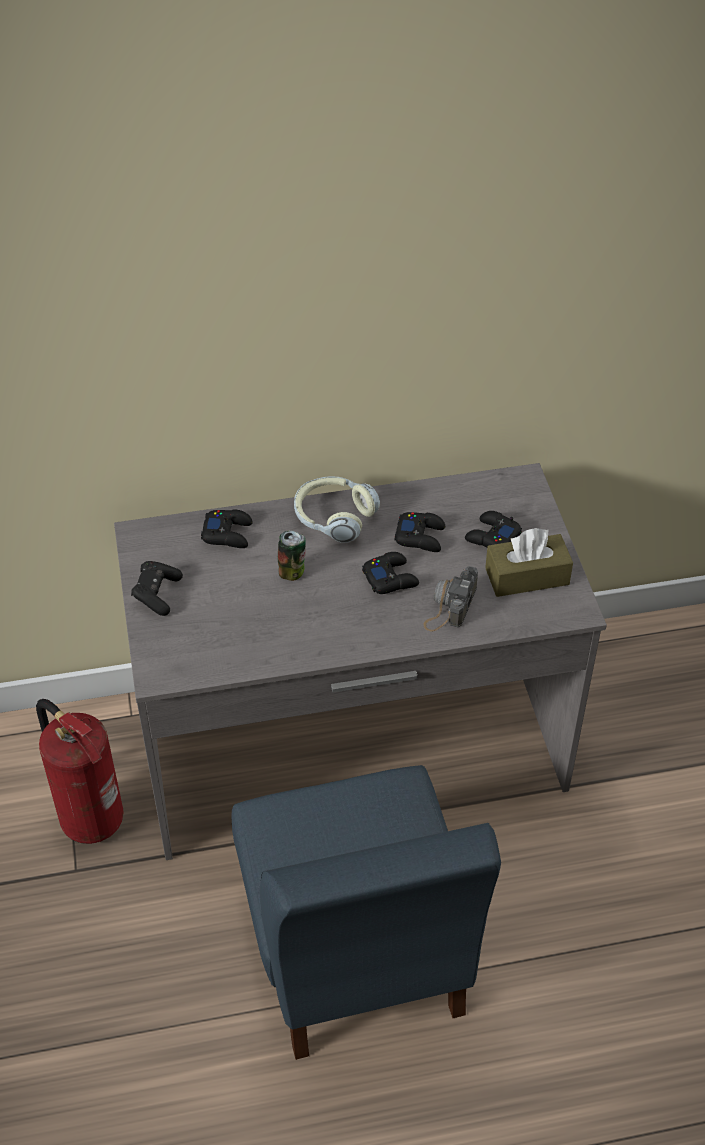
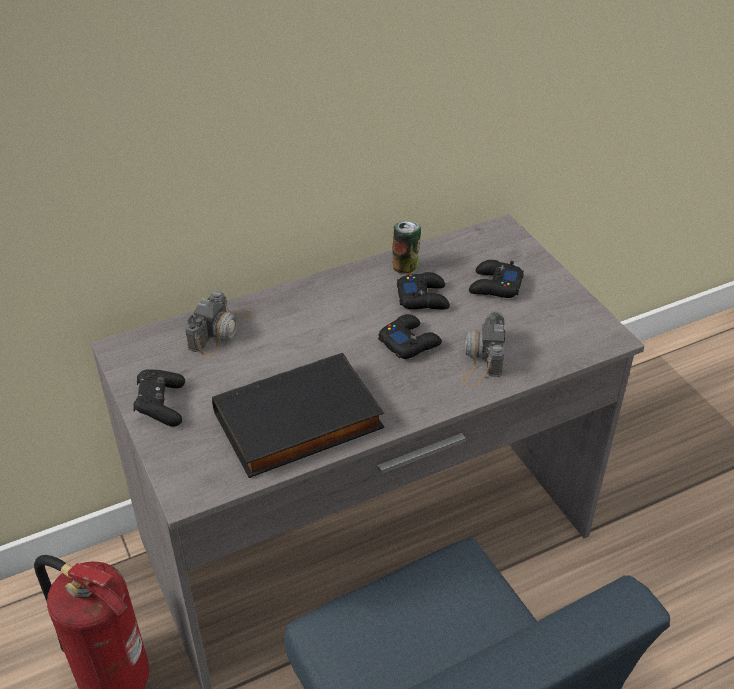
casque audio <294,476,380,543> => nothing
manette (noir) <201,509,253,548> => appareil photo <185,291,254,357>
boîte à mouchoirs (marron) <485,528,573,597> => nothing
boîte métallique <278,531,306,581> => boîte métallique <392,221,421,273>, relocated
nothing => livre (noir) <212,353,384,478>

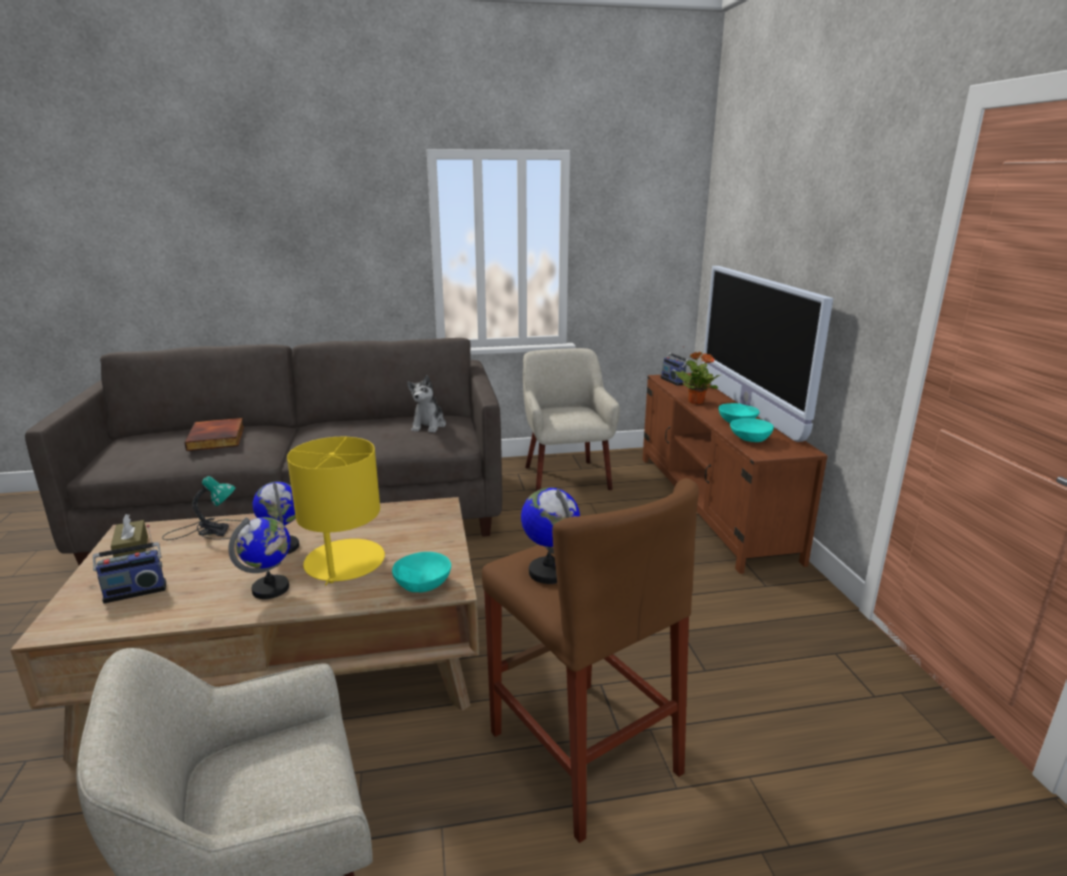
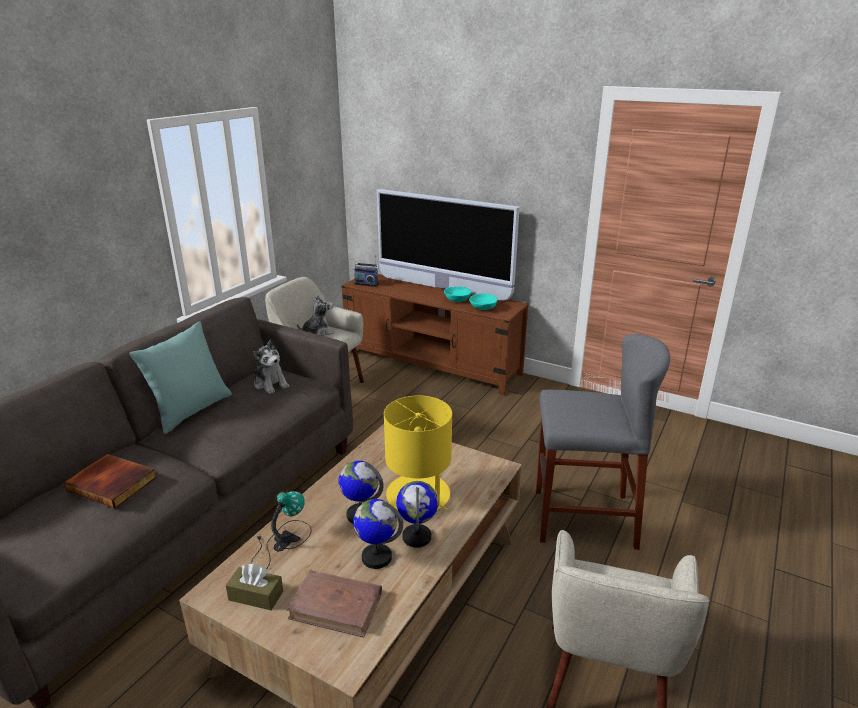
plante en pot <675,351,720,404> => nothing
tabouret (marron) <482,478,699,843> => tabouret (gris) <536,334,670,550>
globe <521,487,580,584> => globe <353,499,403,569>, relocated
radio <93,525,166,604> => livre (marron) <287,570,382,638>
bol (turquoise) <392,552,451,593> => nothing
nothing => peluche <297,294,335,336>
nothing => coussin (turquoise) <129,321,232,434>

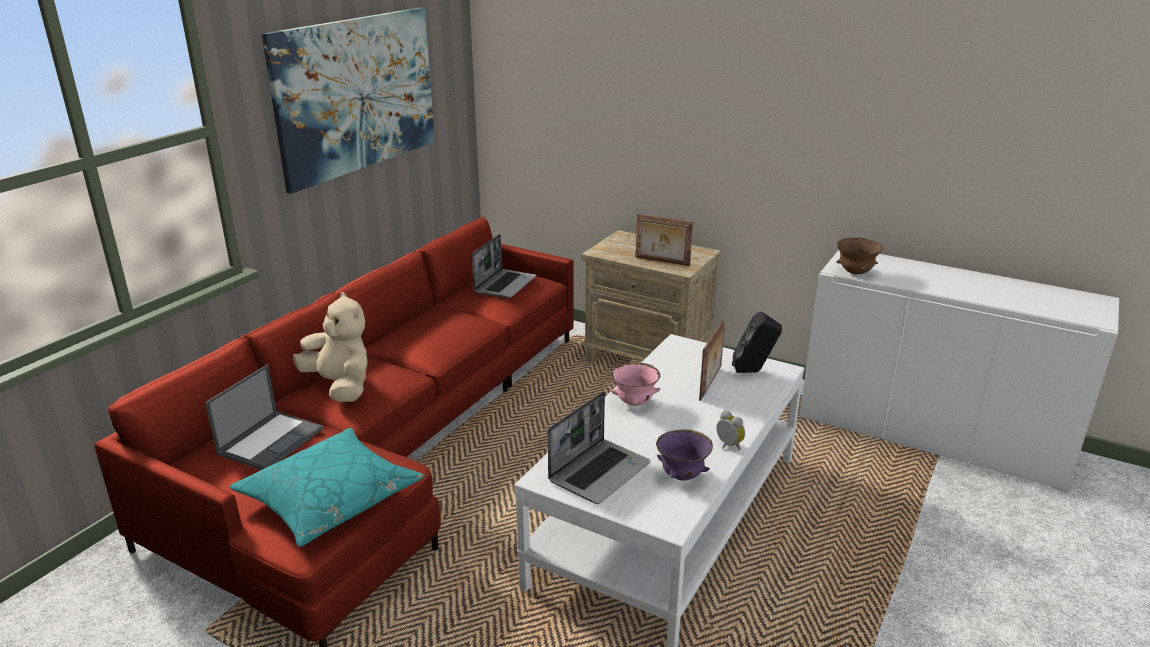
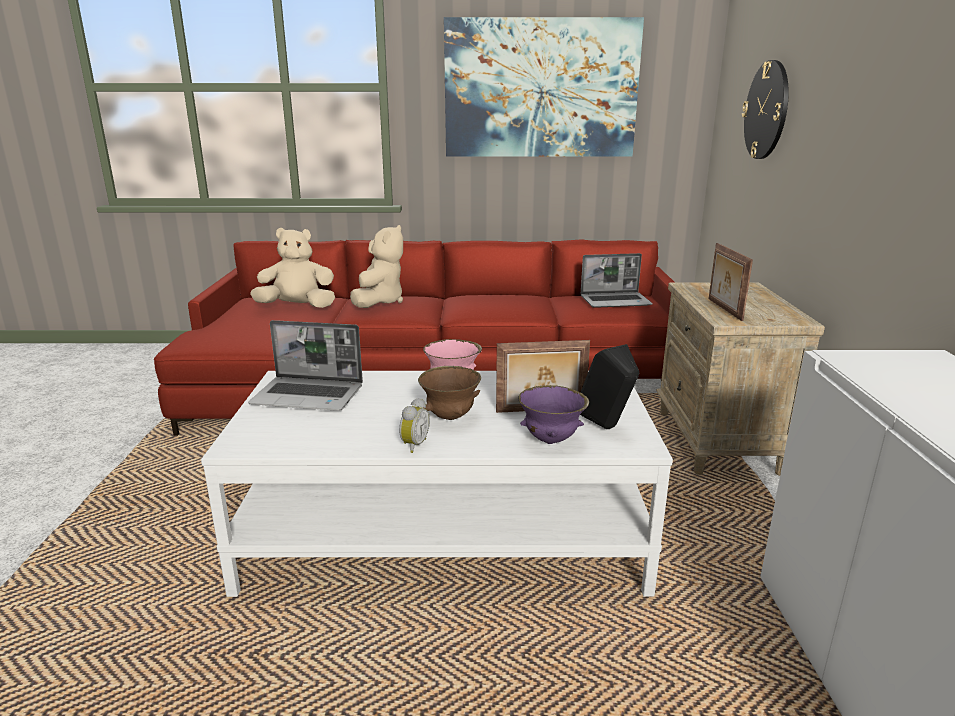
bol (marron) <836,237,883,274> => bol (marron) <418,366,481,420>, relocated
ordinateur portable <205,364,323,470> => peluche (beige) <250,228,335,308>
coussin (turquoise) <229,428,425,547> => nothing
bol (violet) <656,429,713,480> => bol (violet) <518,385,589,444>, relocated
nothing => horloge murale <742,60,789,159>

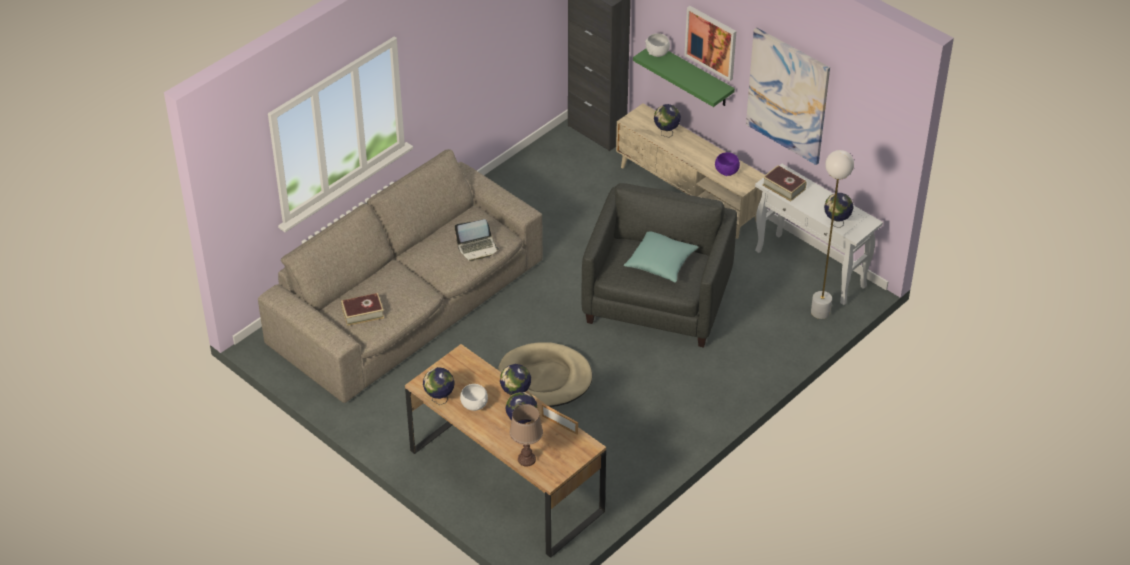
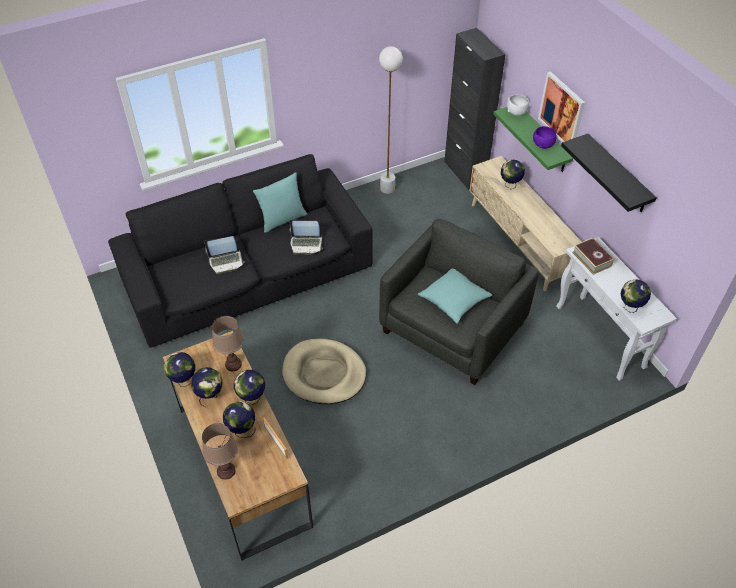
tableau <746,27,830,165> => étagère (noir) <561,134,657,212>
canapé (beige) <258,149,543,403> => canapé (noir) <108,154,373,348>
lampadaire (blanc) <811,150,854,319> => lampadaire (blanc) <379,46,403,194>, relocated
bol (violet) <715,152,740,176> => bol (violet) <533,126,557,149>, relocated
livre <341,293,384,326> => nothing
bol (blanc) <460,384,488,411> => globe <191,367,222,407>
nothing => coussin (turquoise) <253,172,307,233>
nothing => ordinateur portable <204,236,245,274>
nothing => lampe de table (marron) <212,316,244,371>

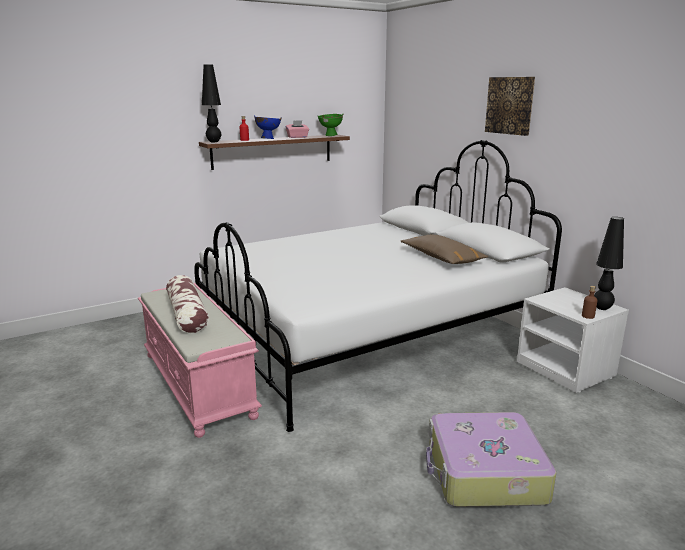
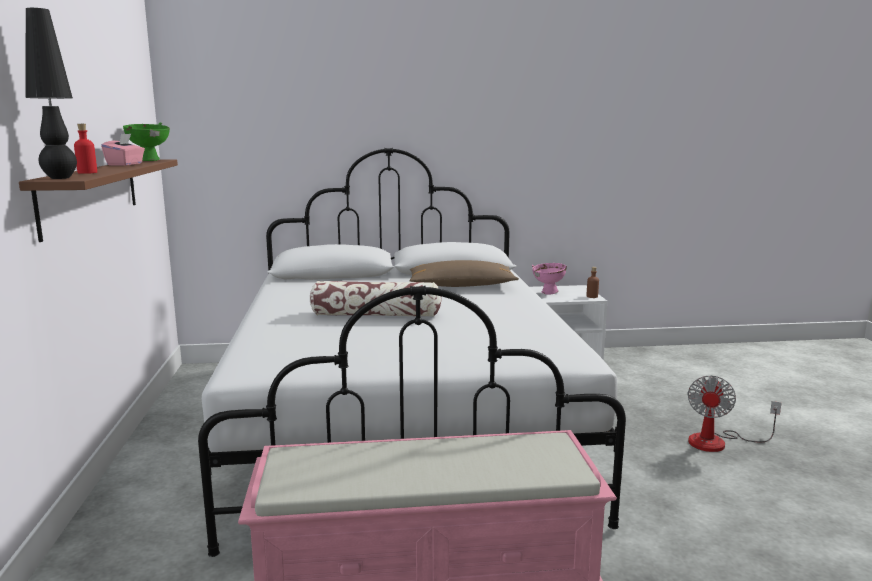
tableau <485,77,535,136> => nothing
bol (bleu) <254,115,282,139> => nothing
lampe de table (noir) <594,217,624,310> => nothing
coussin <166,275,209,333> => coussin <310,281,442,317>, relocated
valise <426,412,556,507> => ventilateur <687,375,782,452>
nothing => bol (rose) <532,263,567,295>

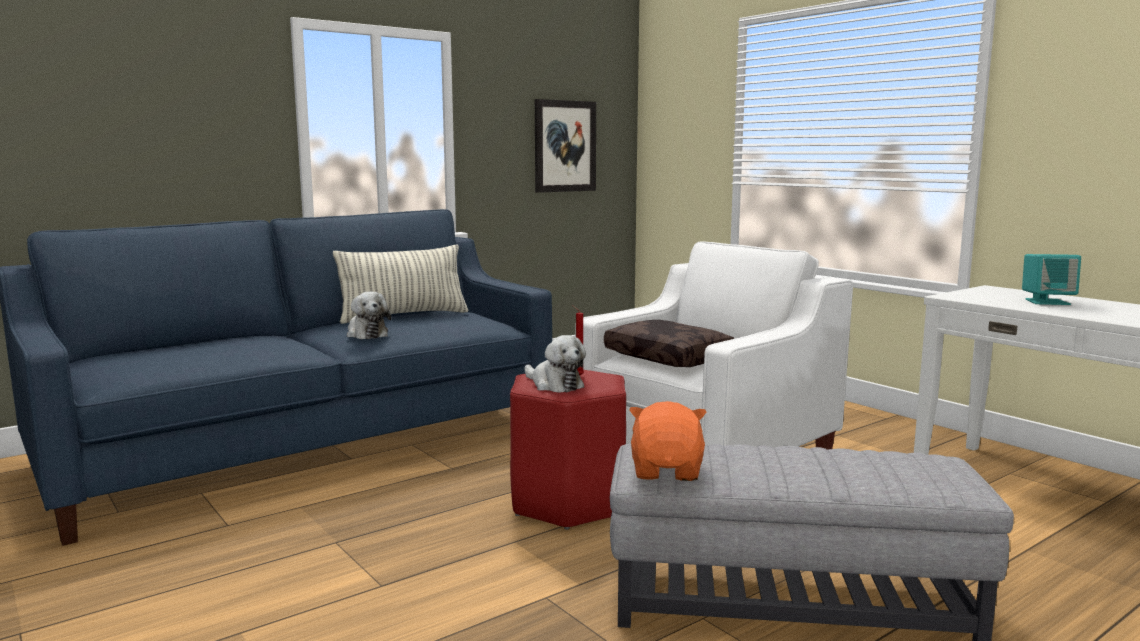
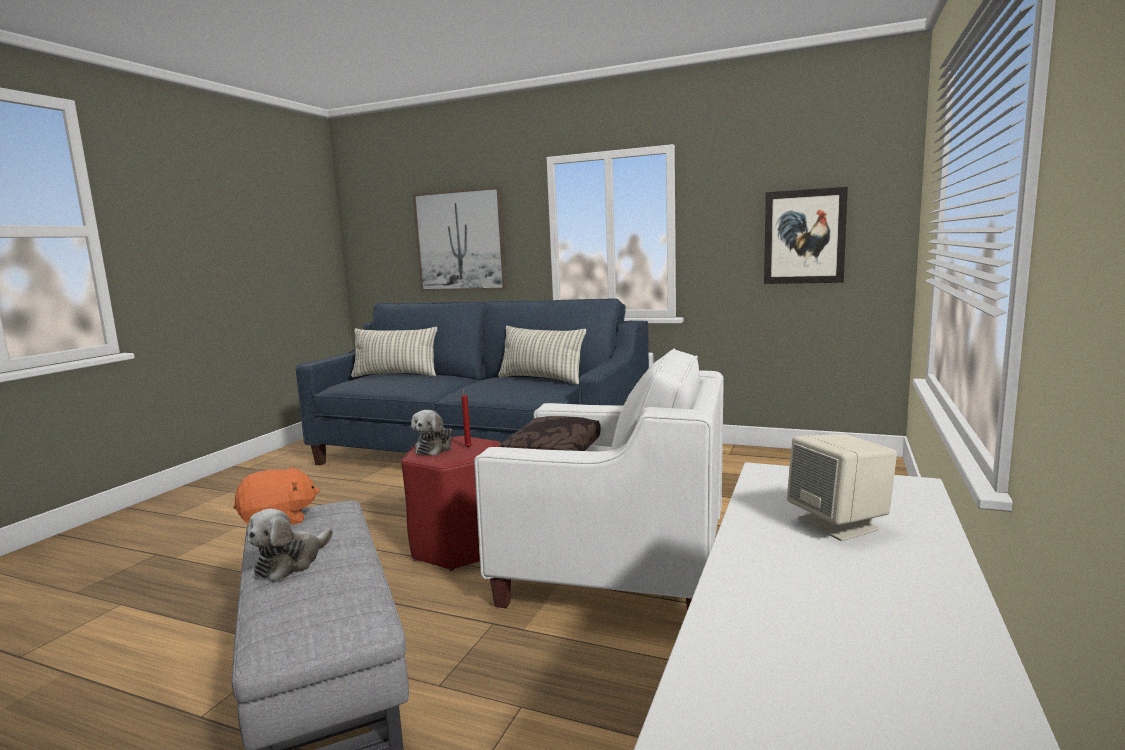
enceinte (turquoise) <1022,254,1081,305> => enceinte (beige) <787,434,897,541>
peluche <347,292,392,339> => peluche <247,509,333,581>, relocated
nothing => tableau <413,187,507,291>
nothing => coussin <351,327,437,377>

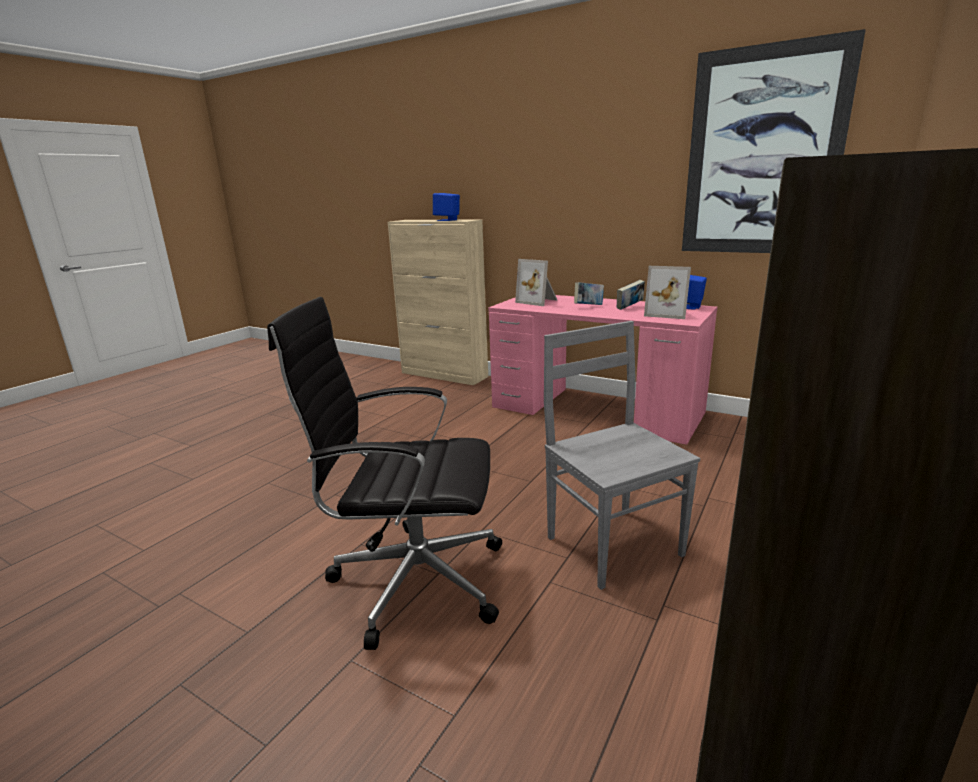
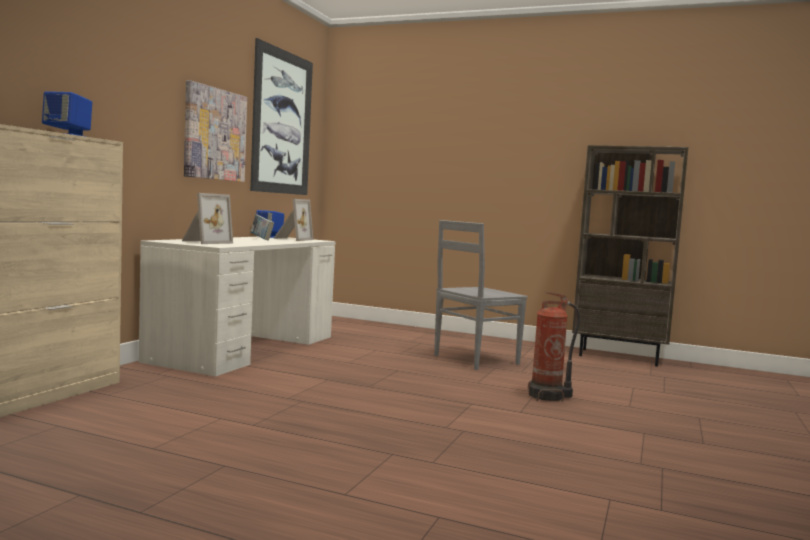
livre <574,282,604,305> => nothing
bureau (rose) <488,295,717,445> => bureau (blanc) <139,237,336,376>
chaise de bureau (noir) <267,297,502,650> => extincteur <528,292,580,401>
nothing => tableau <184,80,247,182>

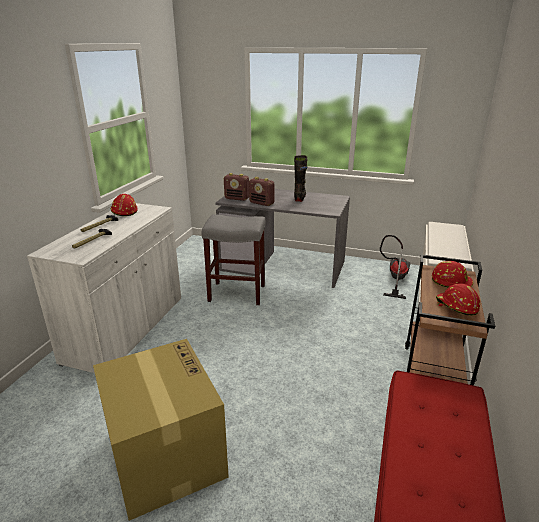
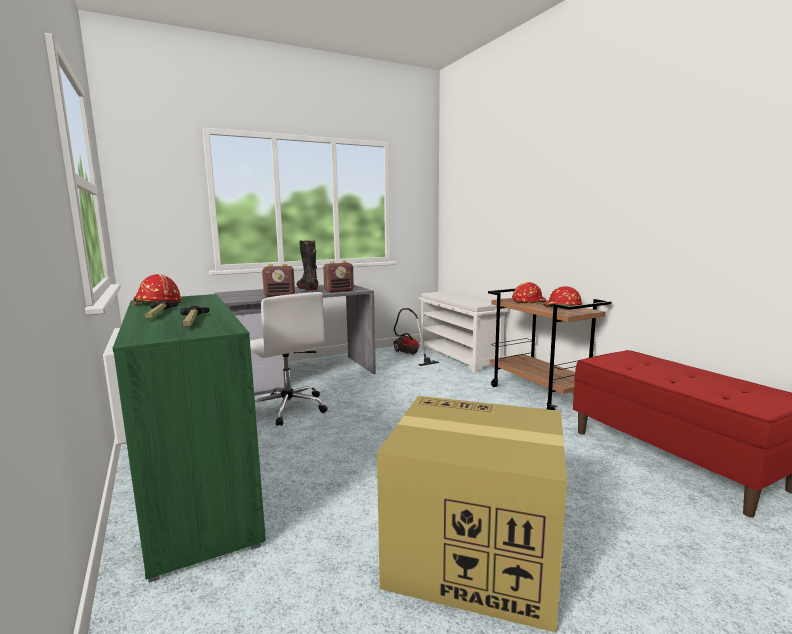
radio <224,173,249,201> => radio <323,261,354,293>, relocated
meuble de rangement (blanc) <27,203,181,373> => meuble de rangement (vert) <112,294,266,583>
tabouret (gris) <202,214,265,305> => chaise de bureau (blanc) <250,292,328,426>

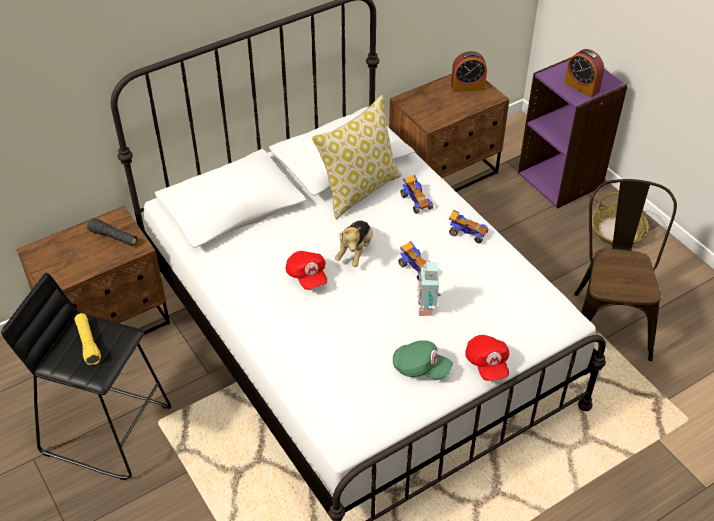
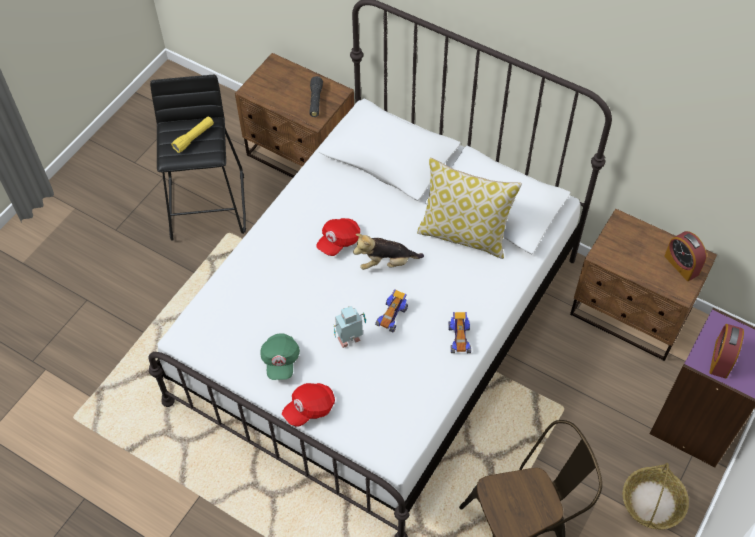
petite voiture <400,175,433,214> => nothing

